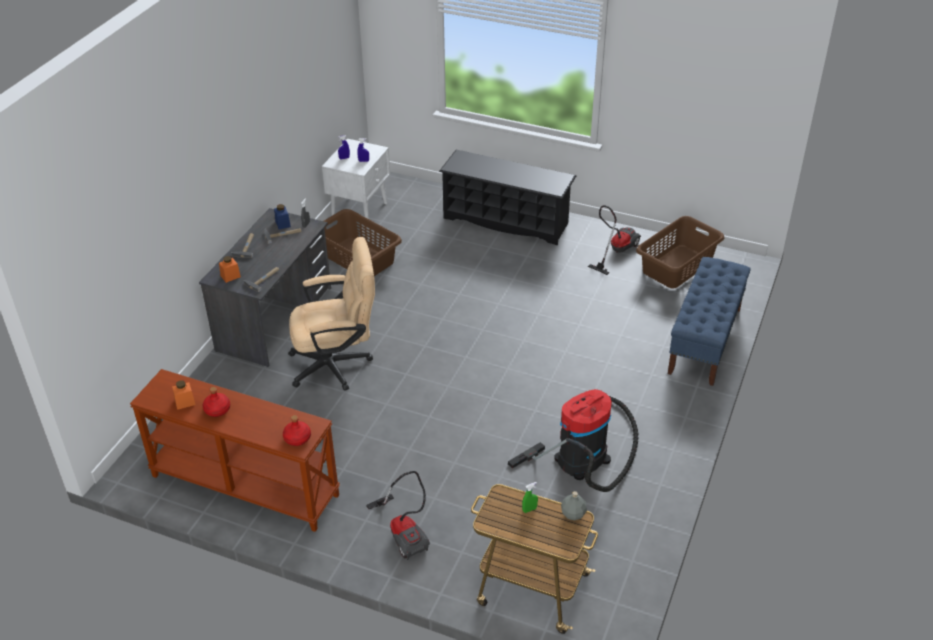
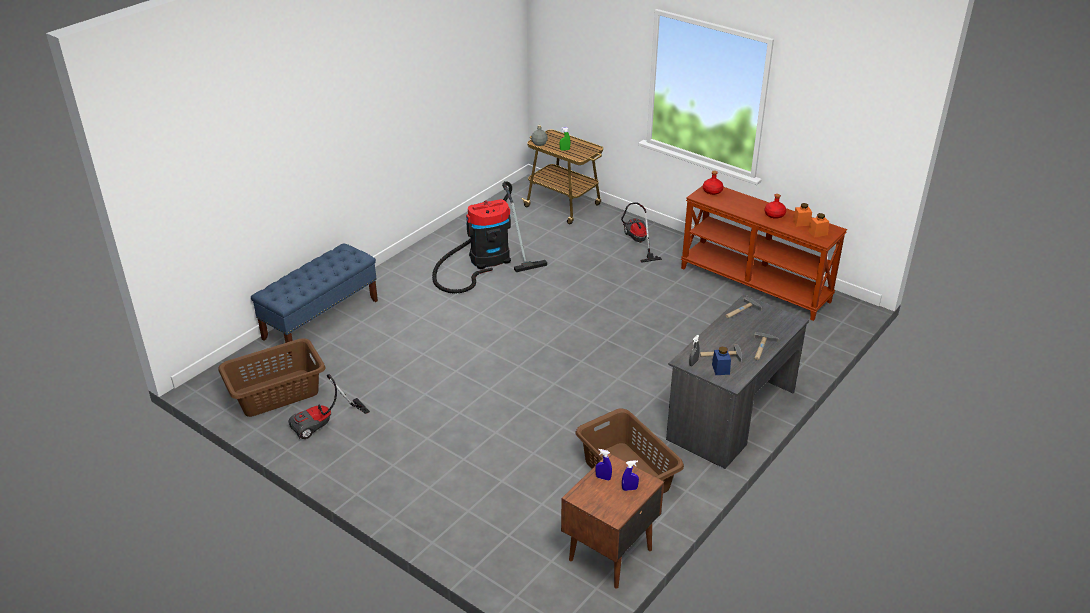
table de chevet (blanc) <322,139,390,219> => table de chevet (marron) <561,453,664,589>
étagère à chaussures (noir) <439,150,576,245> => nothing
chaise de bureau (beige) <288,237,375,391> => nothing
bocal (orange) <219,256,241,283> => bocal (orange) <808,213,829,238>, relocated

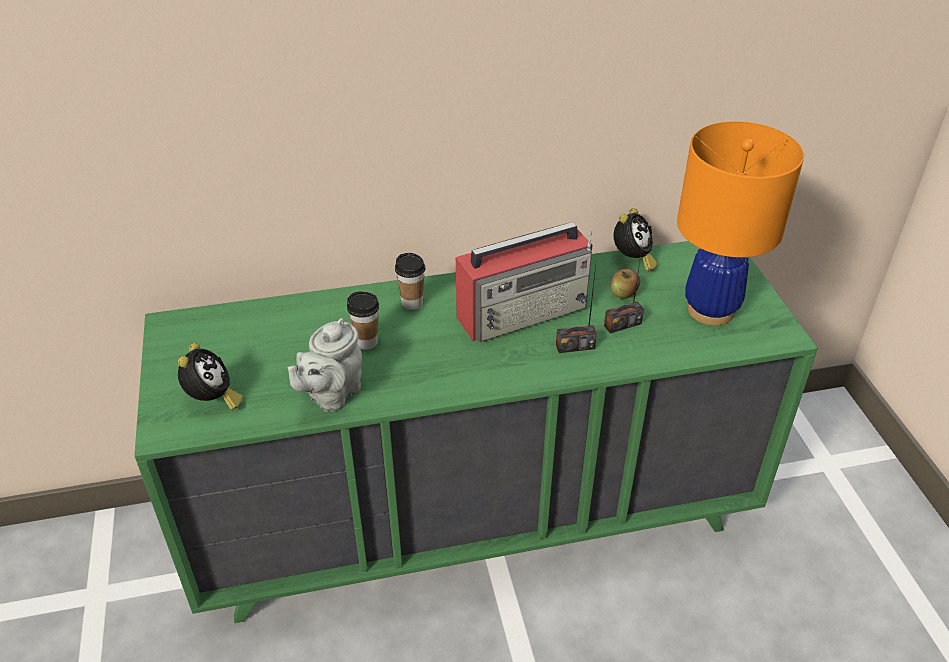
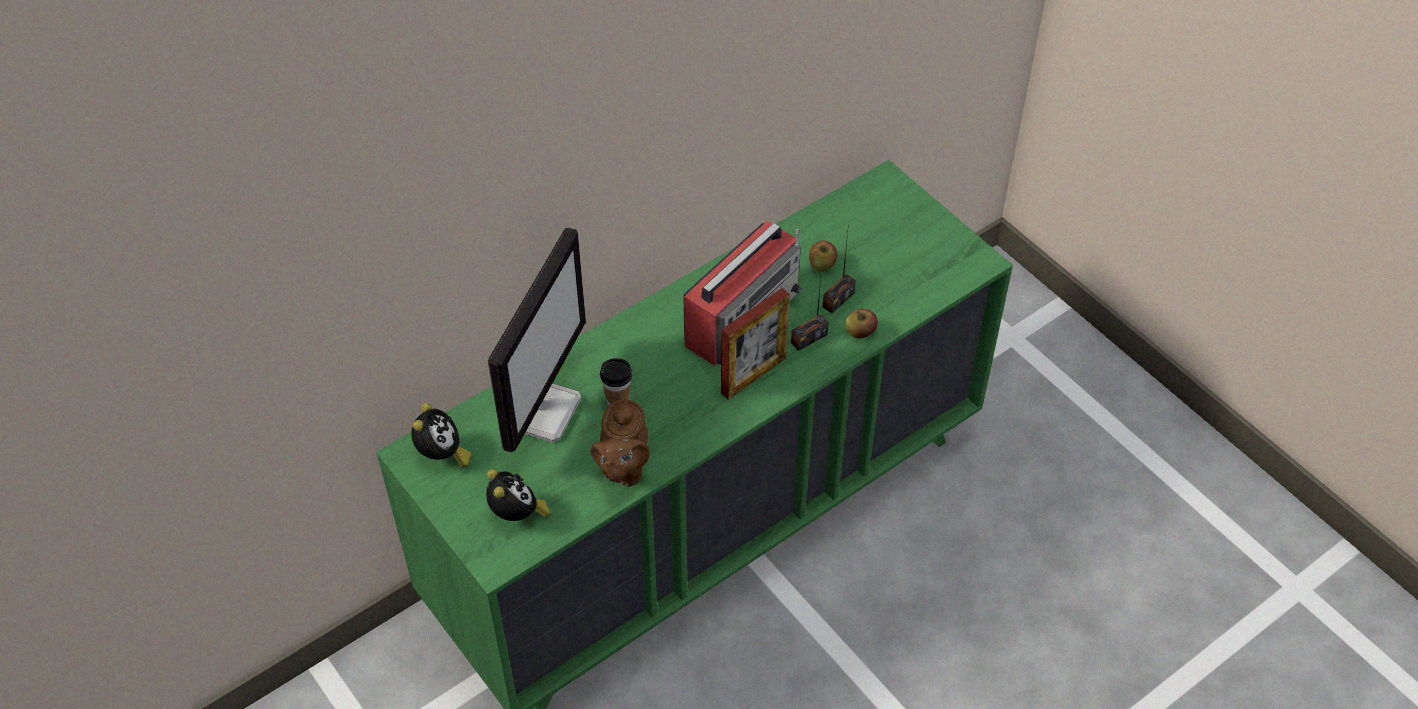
lampe de table (orange) <677,121,804,326> => nothing
réveil <613,208,658,271> => réveil <411,403,471,468>, relocated
tasse <395,253,425,310> => nothing
théière (gris) <288,318,362,412> => théière (marron) <591,399,650,487>
nothing => écran d'ordinateur <488,227,586,452>
nothing => cadre photo <721,288,790,400>
nothing => pomme <845,309,878,339>

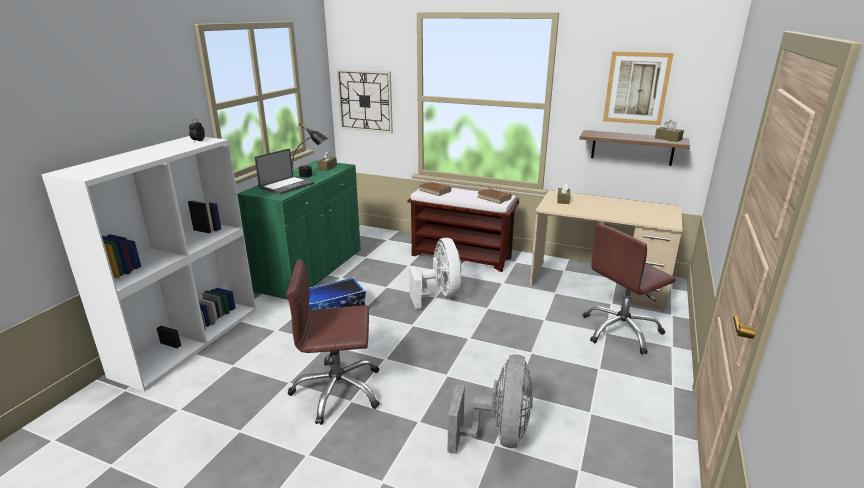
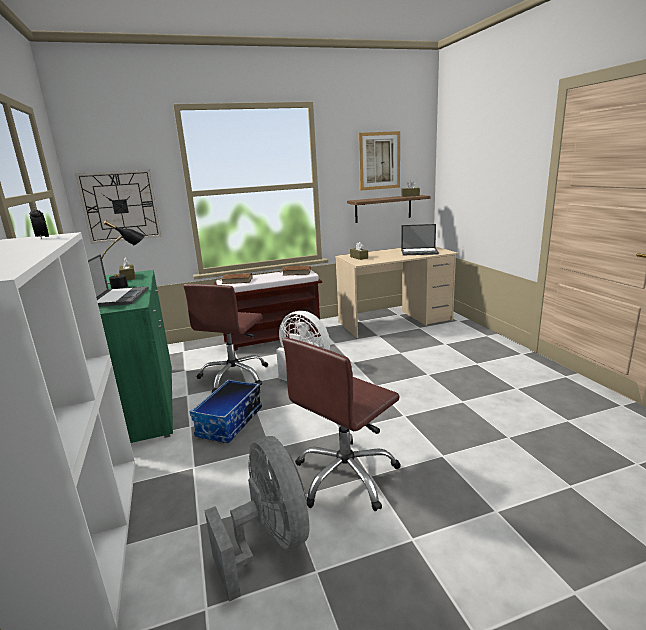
chaise de bureau (marron) <583,223,676,354> => chaise de bureau (marron) <183,284,268,393>, relocated
ventilateur (gris) <447,354,533,454> => ventilateur (gris) <204,436,310,602>, relocated
nothing => ordinateur portable <401,224,439,255>

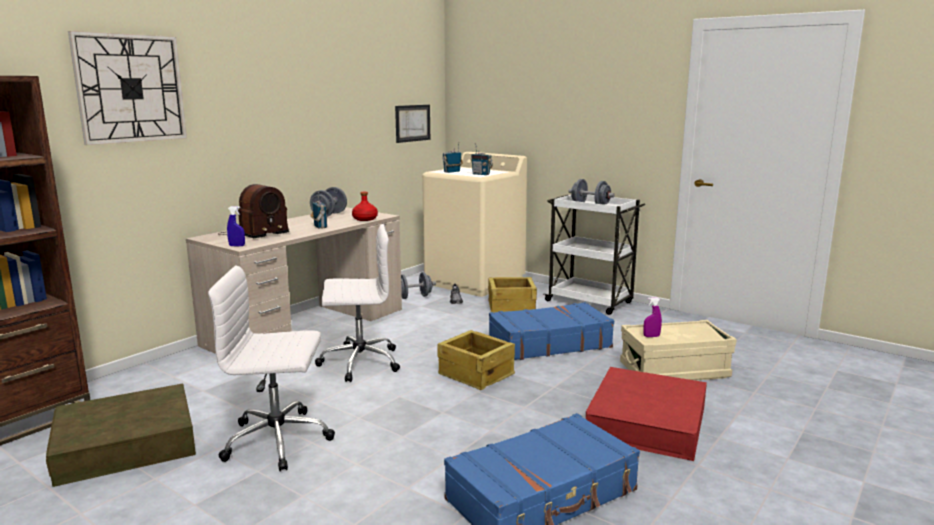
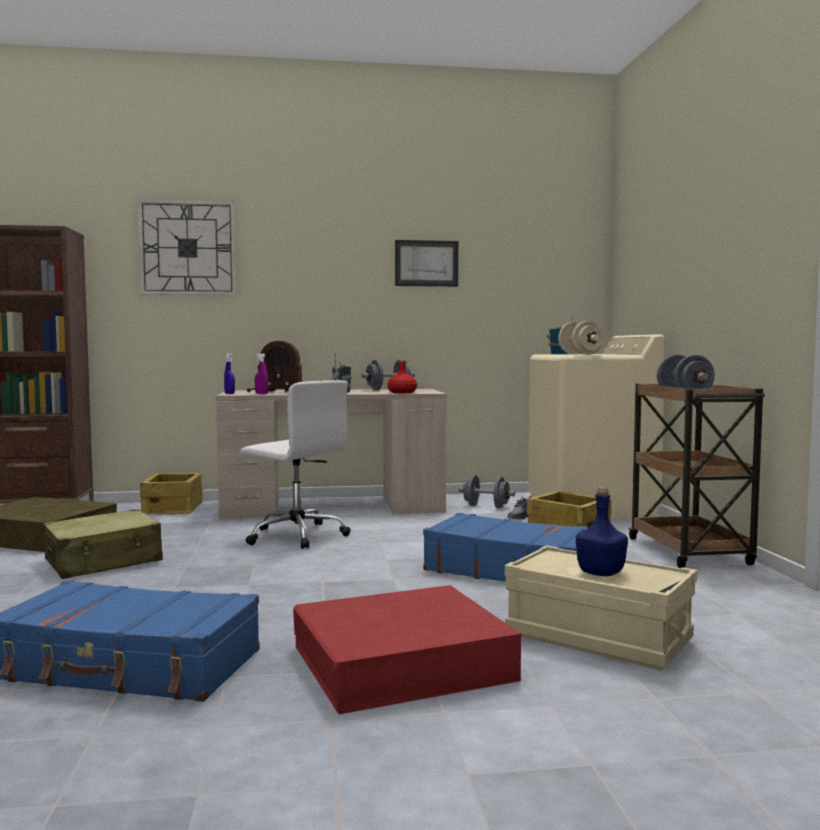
tableau <395,105,430,143> => tableau <395,240,458,287>, relocated
radio <470,143,493,175> => haltère (beige) <558,321,604,355>
chariot (blanc) <544,194,645,315> => chariot (marron) <629,384,765,568>
chaise de bureau (blanc) <208,265,335,471> => valise (beige) <43,509,163,579>
vaporisateur (violet) <643,297,662,337> => vaporisateur (violet) <255,353,269,394>, relocated
caisse <438,330,515,390> => caisse <140,473,203,514>, relocated
nothing => bouteille (bleu) <576,487,628,576>

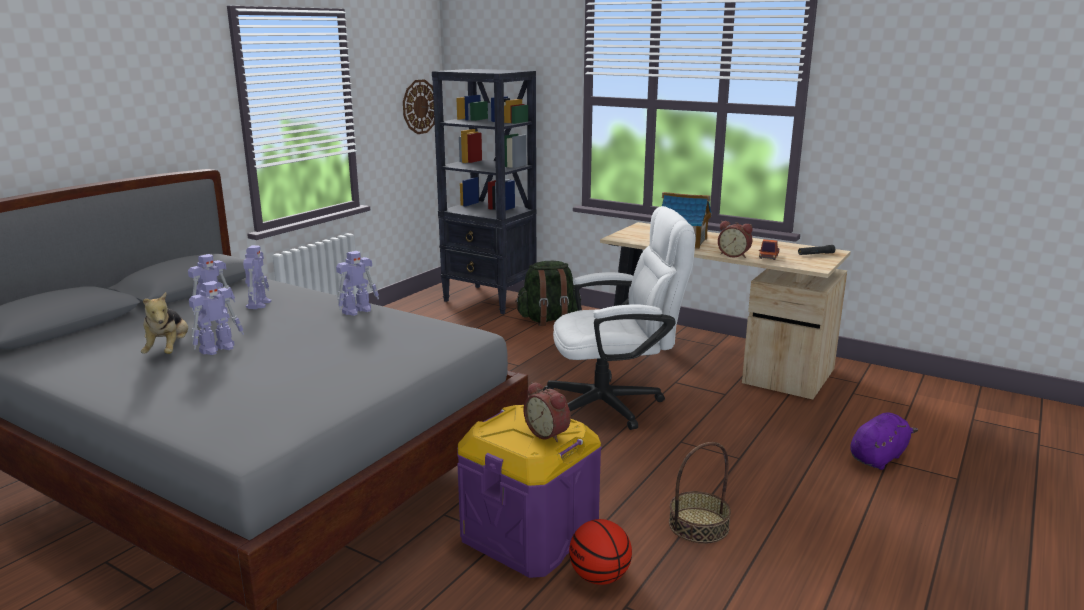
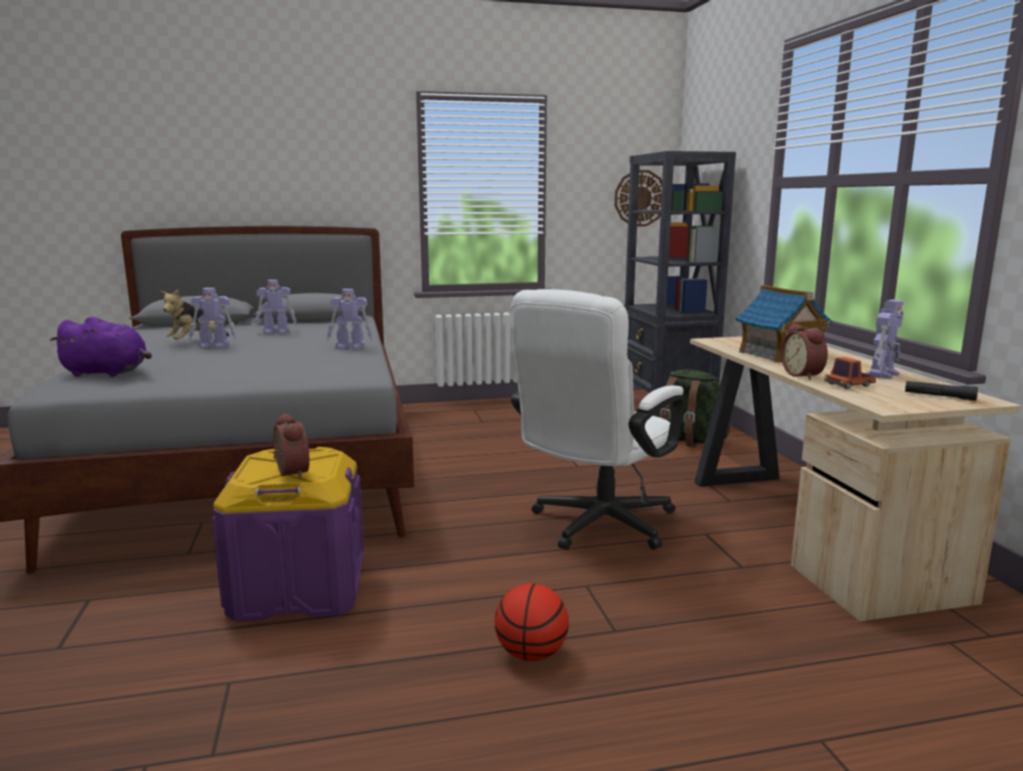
chaise de bureau (blanc) <543,206,695,430> => chaise de bureau (blanc) <510,289,684,550>, 90 degrees clockwise
robot jouet <243,245,271,309> => robot jouet <866,300,904,379>, relocated
réveil <524,382,571,442> => réveil <273,413,310,479>, 150 degrees clockwise
peluche (violet) <851,413,918,470> => peluche (violet) <49,317,152,377>, relocated
panier <669,442,731,544> => nothing
ballon de basket <569,519,632,585> => ballon de basket <495,583,569,661>, relocated

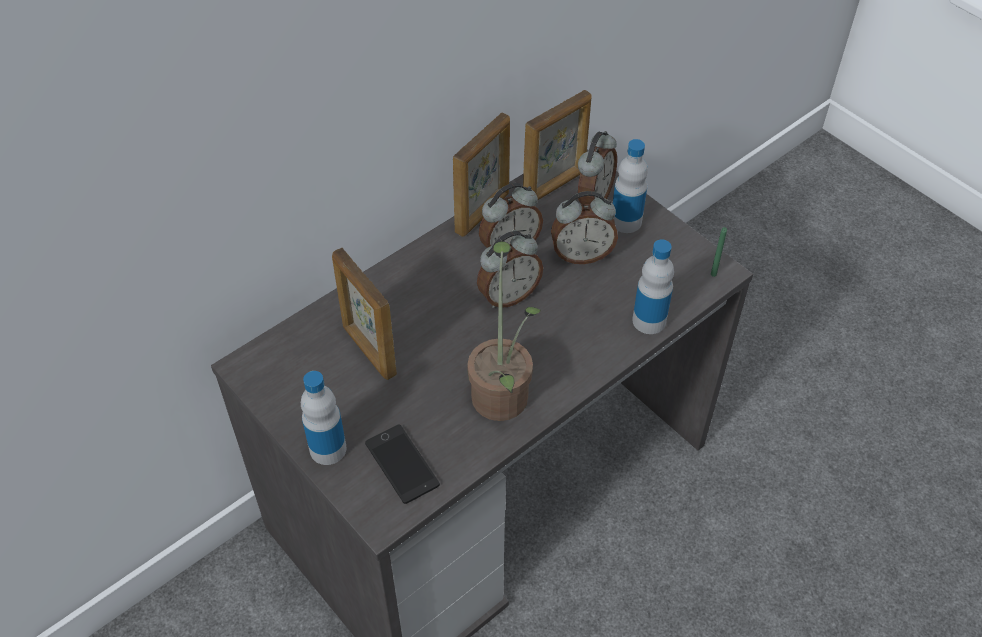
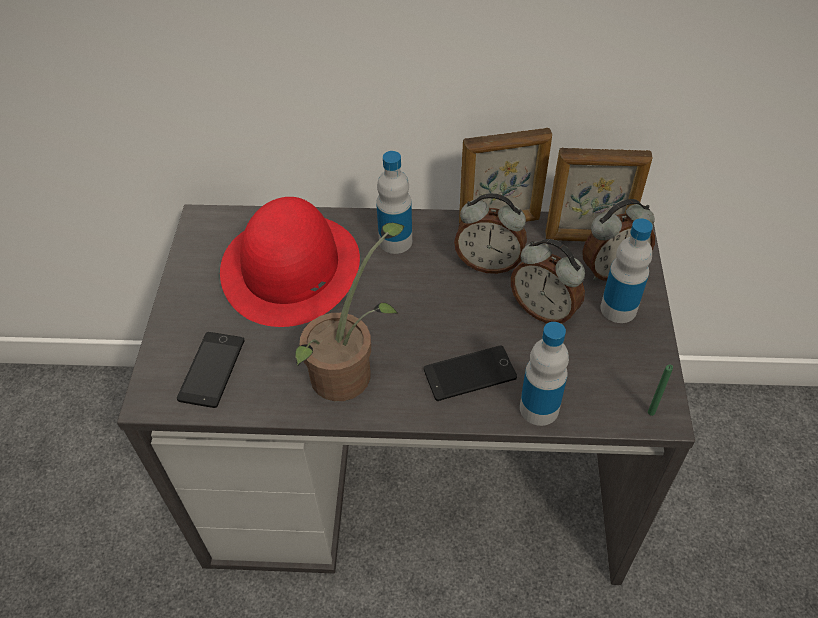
réveil <477,231,543,308> => nothing
cadre photo <332,248,397,380> => chapeau (rouge) <220,197,360,327>
bouteille <301,371,347,465> => bouteille <376,151,412,254>, relocated
nothing => téléphone <424,345,517,401>

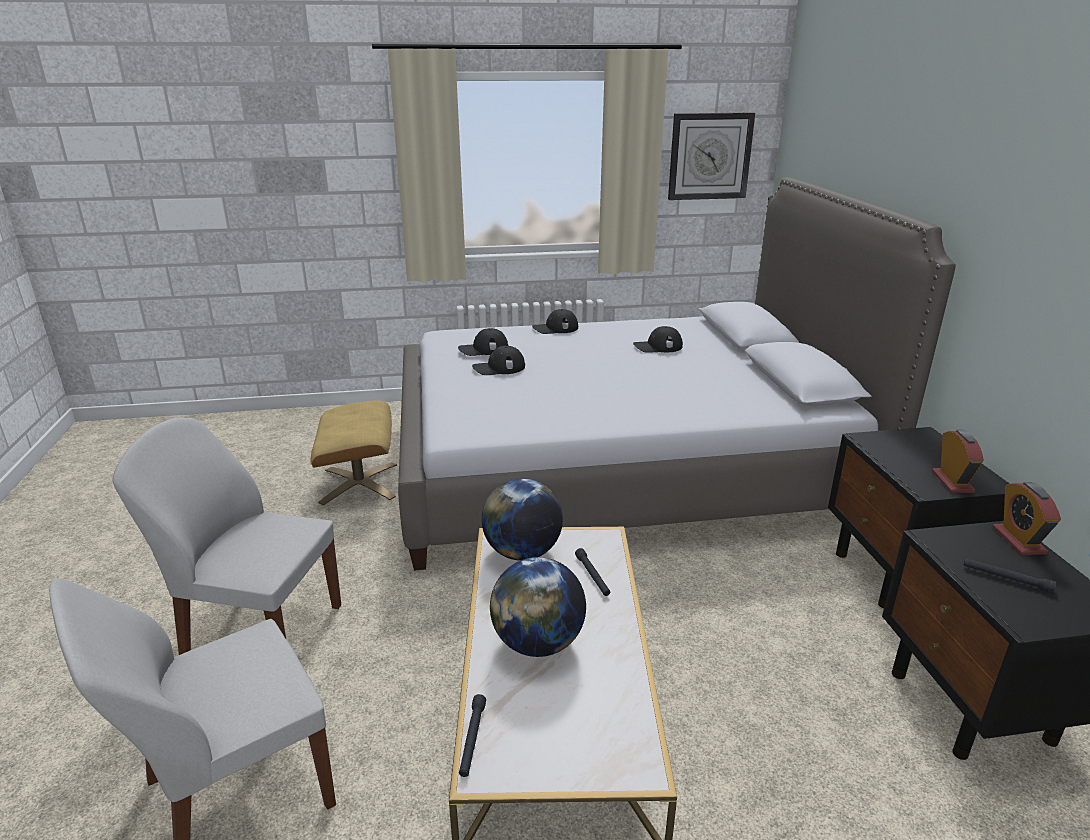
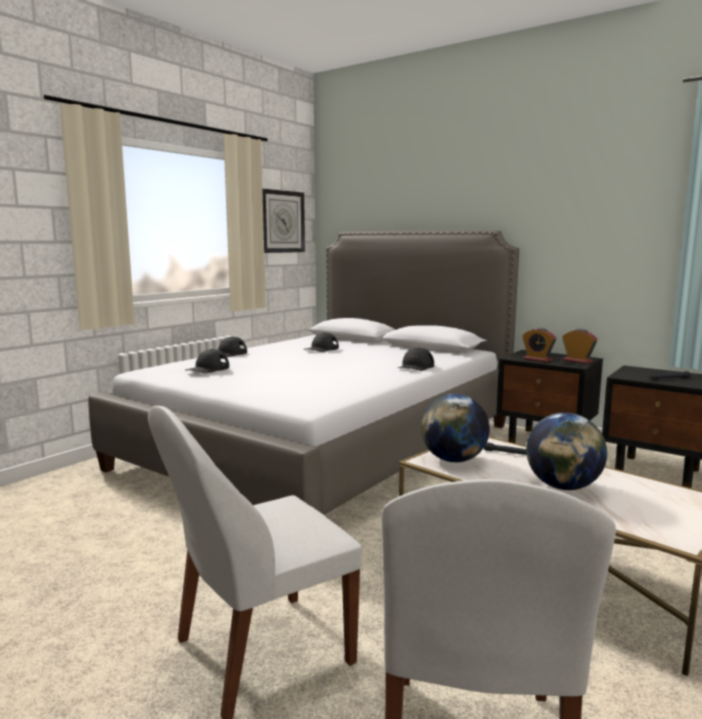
casquette (noir) <472,346,525,375> => casquette (noir) <398,348,434,371>, relocated
pouf (beige) <310,400,397,506> => nothing
réveil <993,482,1061,555> => réveil <522,328,556,362>, relocated
lampe de poche (noir) <459,694,486,777> => nothing

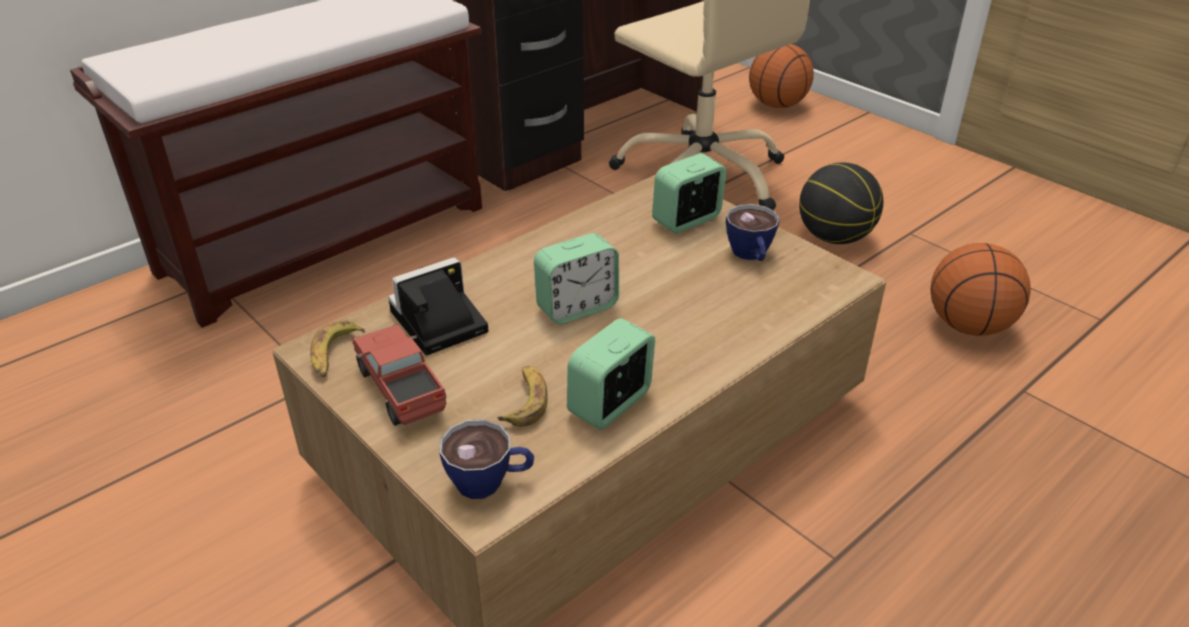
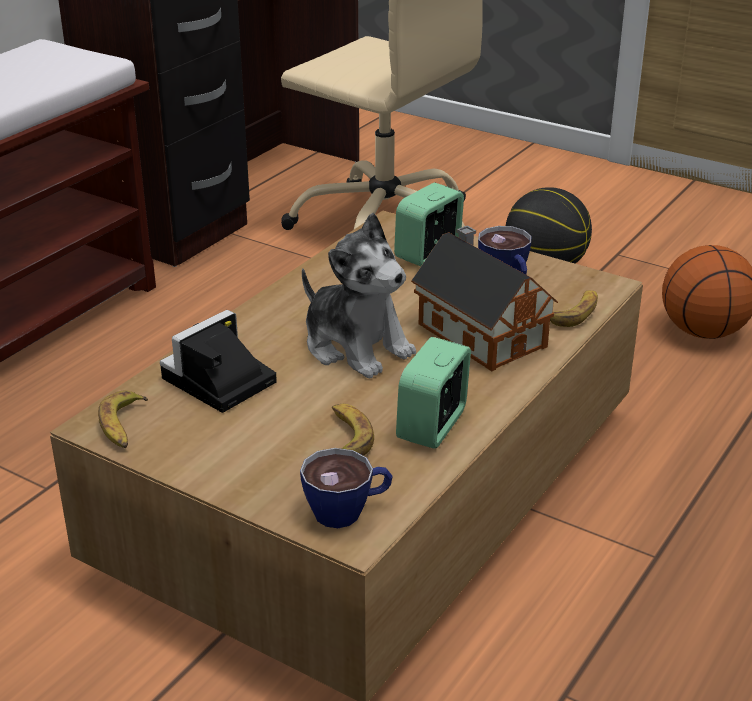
ballon de basket <749,44,814,108> => nothing
réveil <534,233,619,324> => peluche <302,213,416,378>
camion jouet <352,325,446,426> => nothing
nothing => maison miniature <411,226,558,371>
nothing => banane <550,290,598,327>

